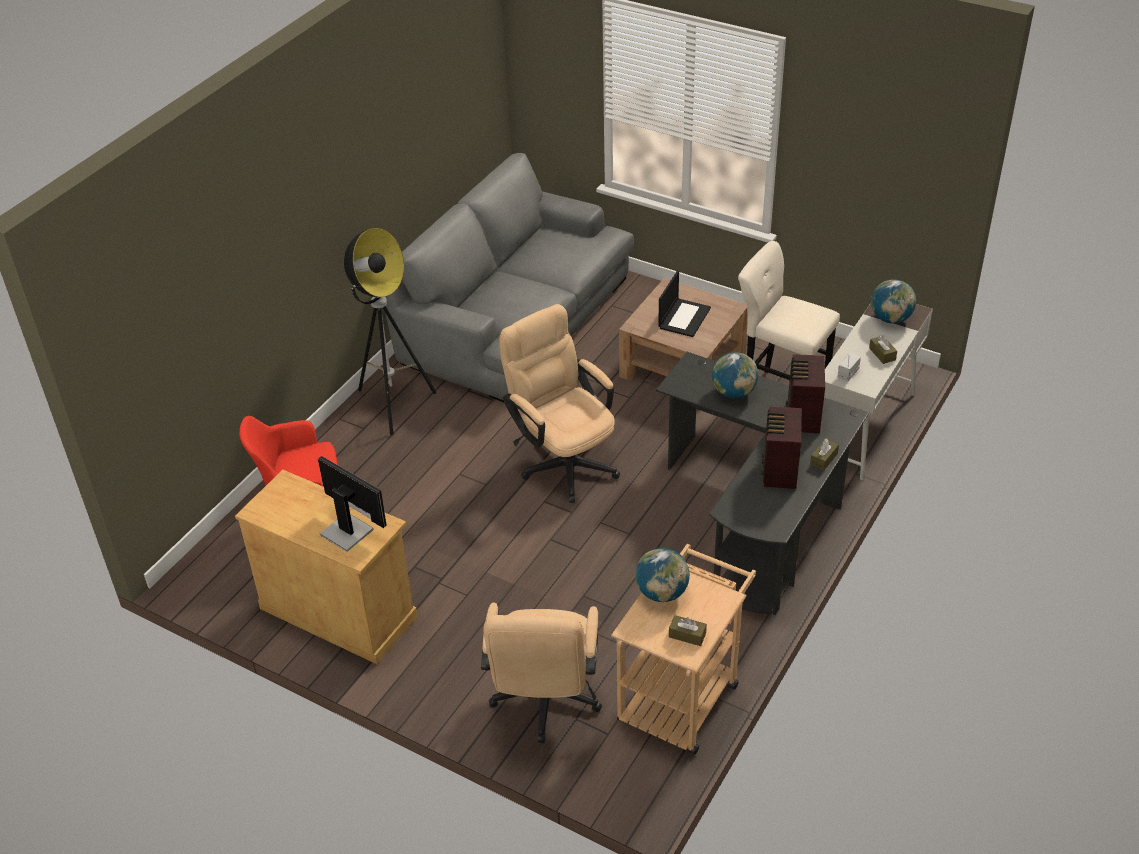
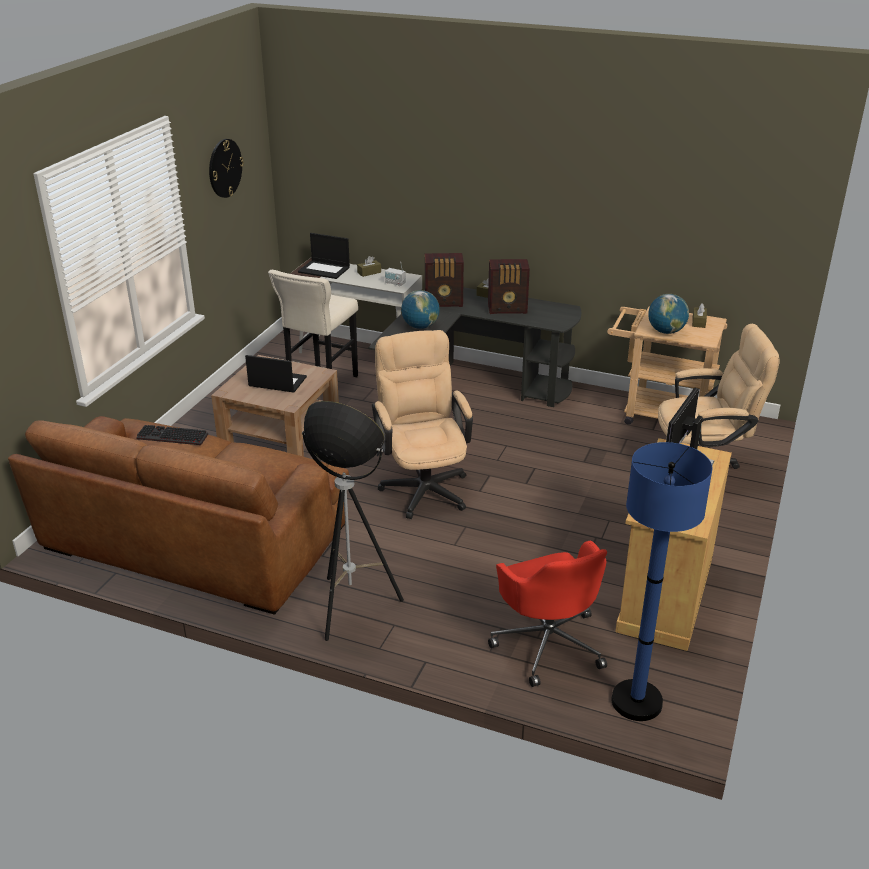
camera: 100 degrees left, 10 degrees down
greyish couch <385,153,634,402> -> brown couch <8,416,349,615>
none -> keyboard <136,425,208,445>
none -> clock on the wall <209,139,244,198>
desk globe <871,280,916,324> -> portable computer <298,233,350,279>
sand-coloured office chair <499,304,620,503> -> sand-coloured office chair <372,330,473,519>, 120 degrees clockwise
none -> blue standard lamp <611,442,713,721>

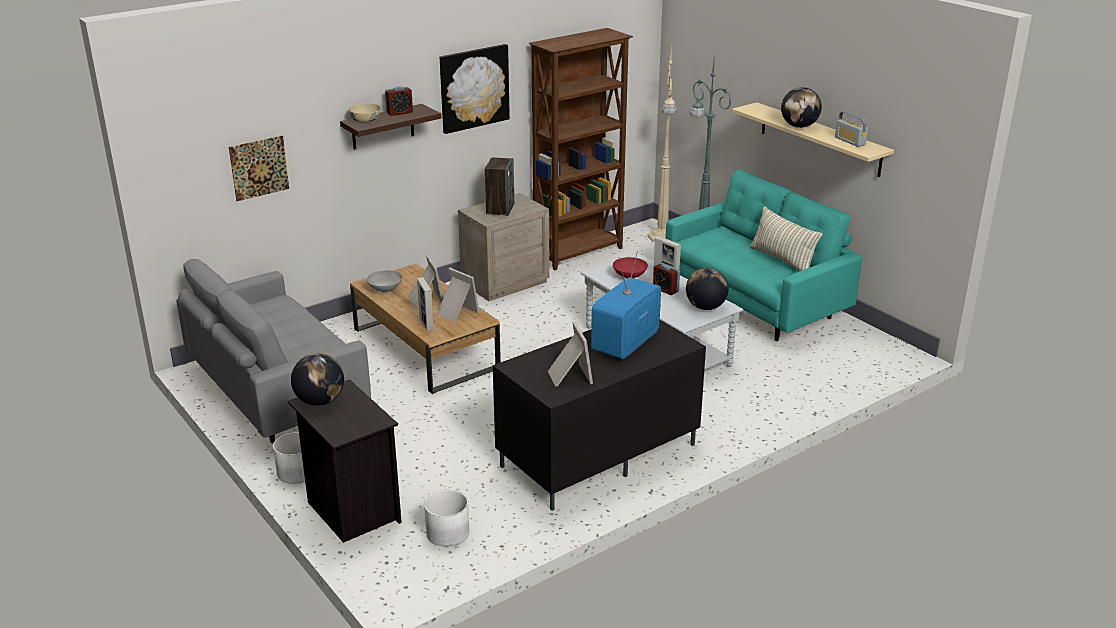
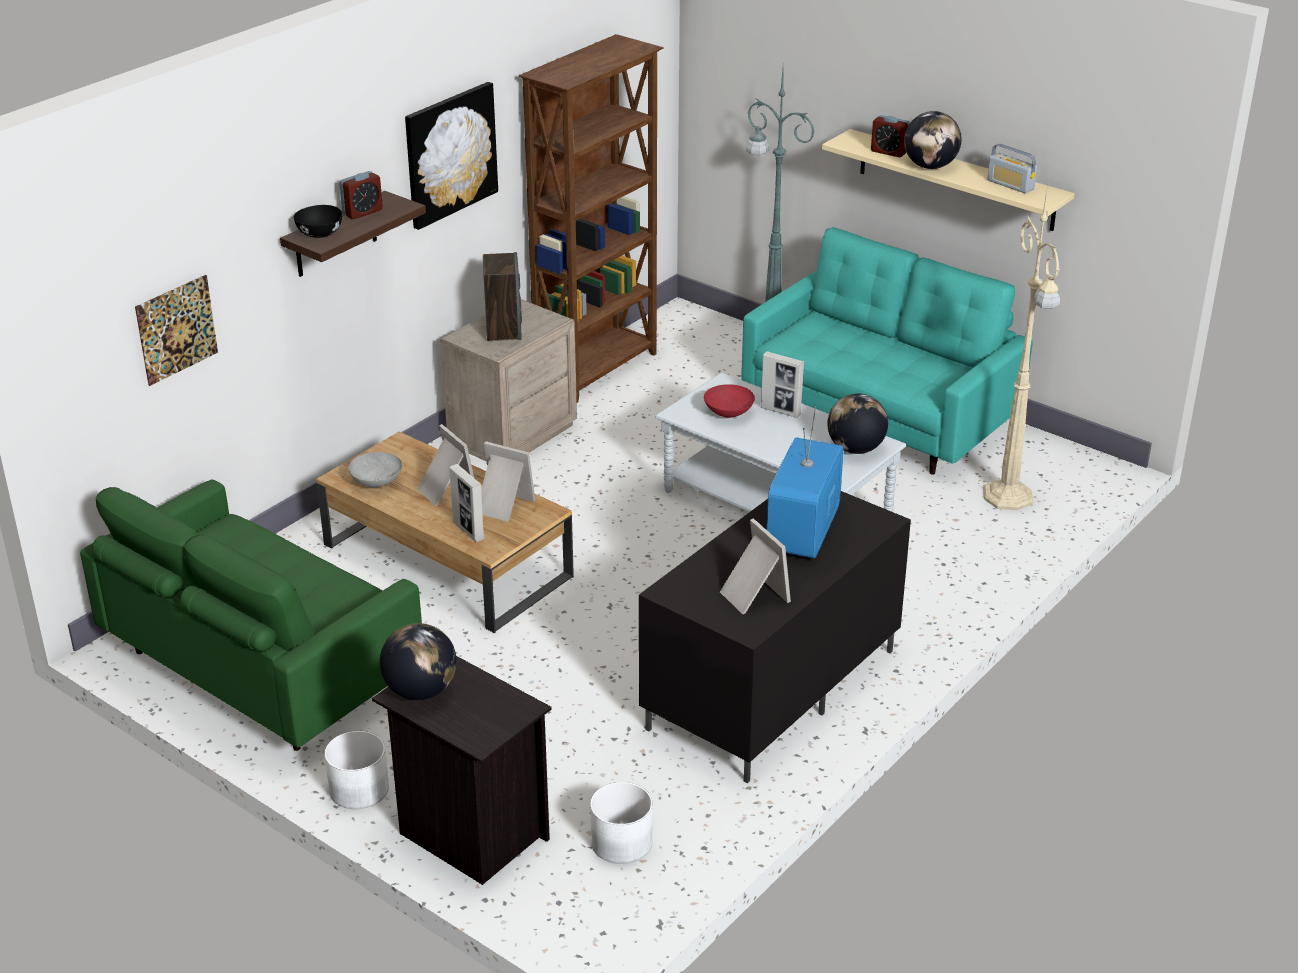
camera: 15 degrees left, 5 degrees up
greyish couch <176,259,371,443> -> greenish couch <80,480,422,751>
sand-coloured serving bowl <348,104,380,123> -> black-coloured serving bowl <294,205,342,238>
table clock <653,263,680,295> -> table clock <871,115,910,157>, relocated
sand-coloured standard lamp <648,41,677,241> -> sand-coloured standard lamp <983,186,1060,510>, relocated
throw pillow <750,207,823,271> -> none

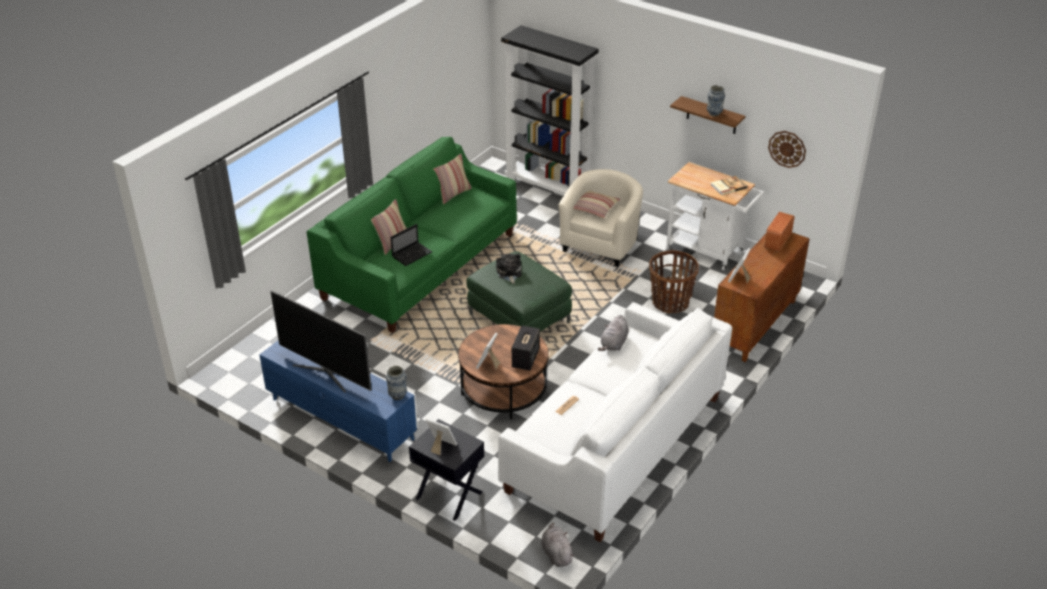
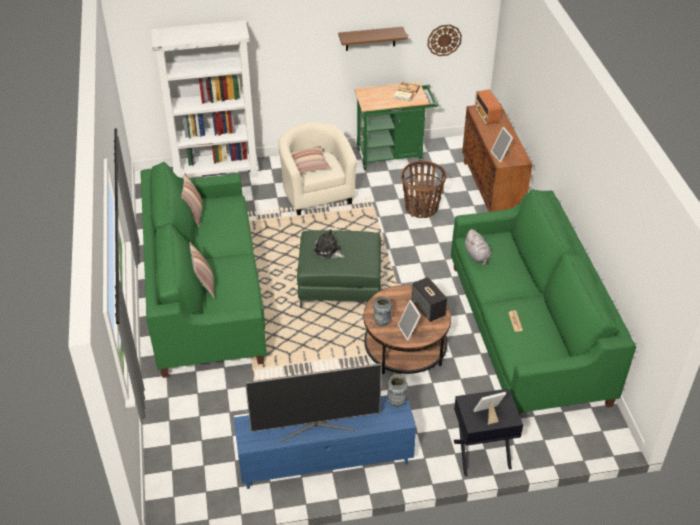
camera: 45 degrees left, 5 degrees up
black-coloured shelving unit <501,25,599,196> -> whitish shelving unit <151,20,259,178>
whitish wheeled cart <666,162,765,270> -> greenish wheeled cart <354,82,438,170>
decorative vase <707,85,725,117> -> decorative vase <373,296,392,327>, relocated
whitish couch <498,302,732,542> -> greenish couch <451,189,636,415>
portable computer <391,224,432,266> -> none
greyish soft toy <542,522,574,567> -> none

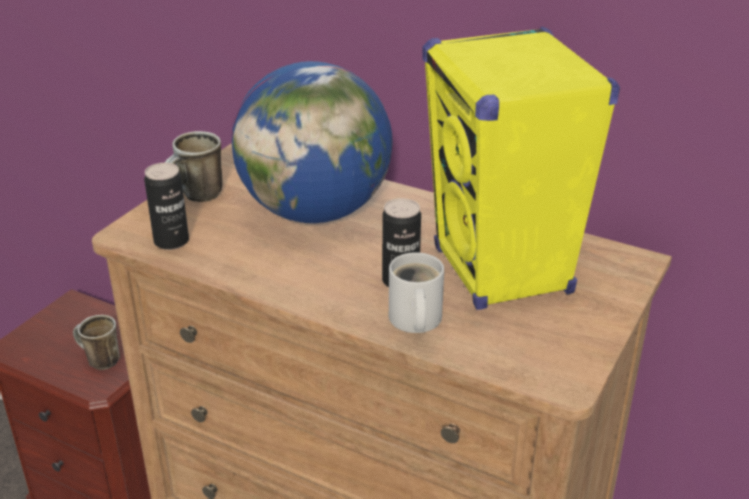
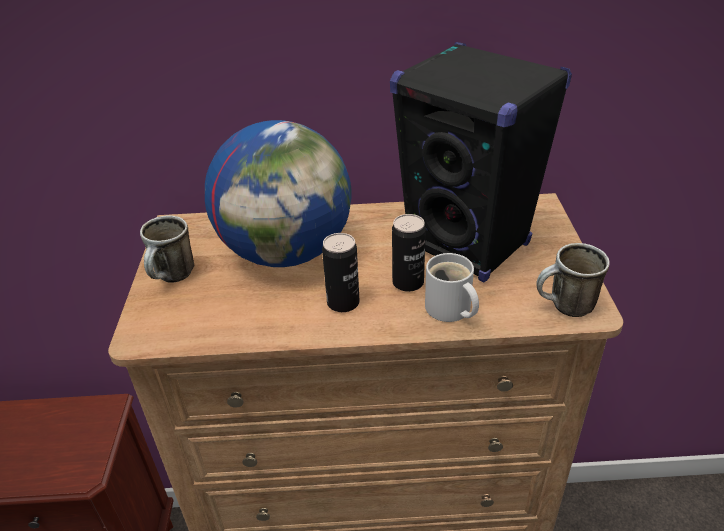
camera: 30 degrees left, 5 degrees up
sealed can <144,163,189,250> -> sealed can <322,233,360,312>, relocated
yellow audio speaker <423,26,620,310> -> black-coloured audio speaker <390,42,572,282>
mug <73,315,120,370> -> mug <536,243,610,317>, relocated

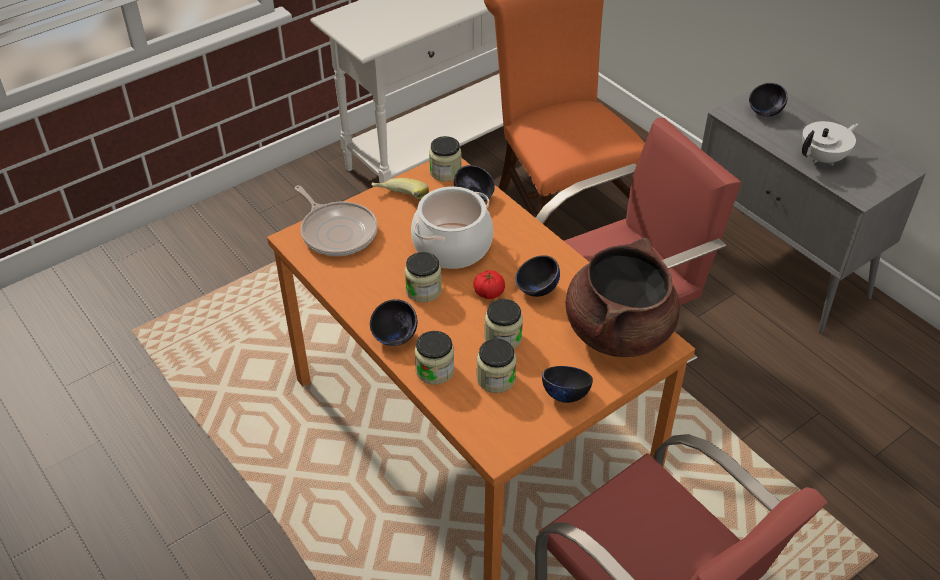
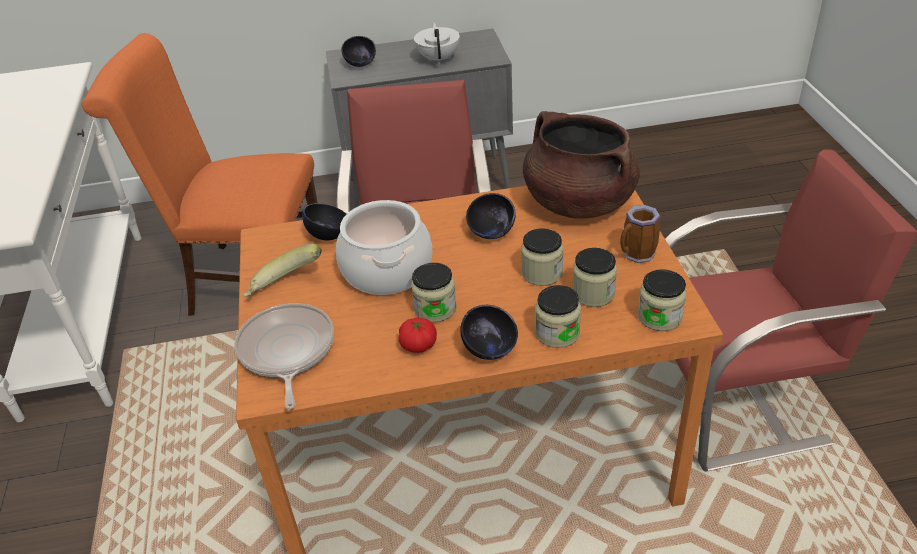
camera: 60 degrees left, 5 degrees down
frying pan <295,185,378,256> -> frying pan <234,303,334,409>, 90 degrees counterclockwise
fresh tomato <474,270,505,299> -> fresh tomato <398,318,437,353>, relocated
black-coloured serving bowl <542,366,593,403> -> mug <620,205,660,263>
jar <429,136,462,181> -> jar <638,270,687,331>, relocated

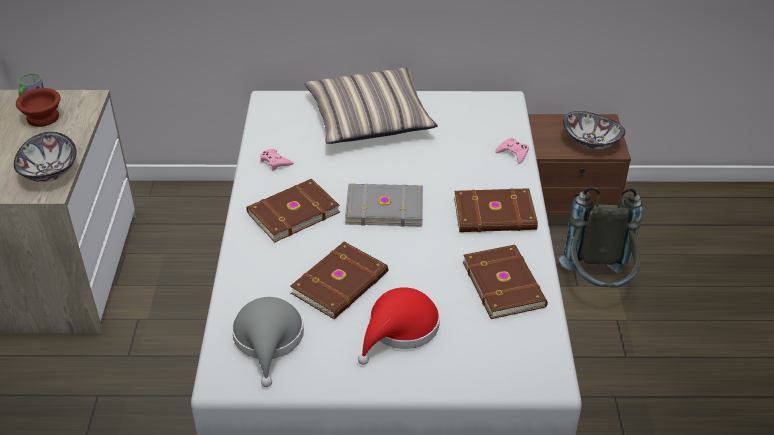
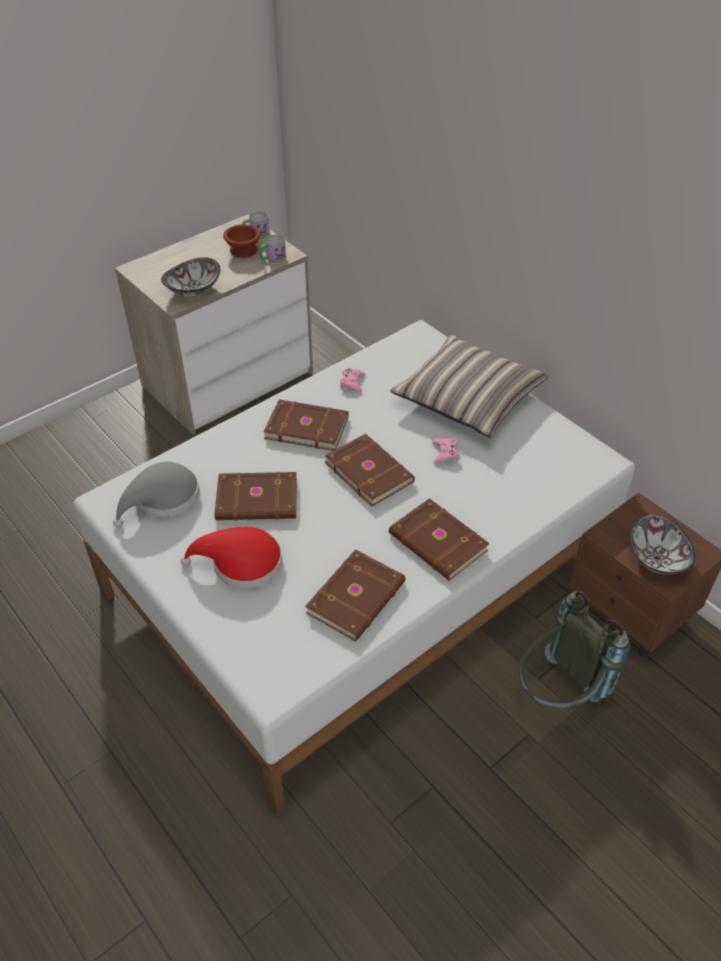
camera: 50 degrees right, 5 degrees up
none -> mug <259,235,286,263>
greyish volume <345,184,423,227> -> brown volume <324,434,415,507>
pink-coloured joypad <495,138,529,164> -> pink-coloured joypad <432,437,459,464>, relocated

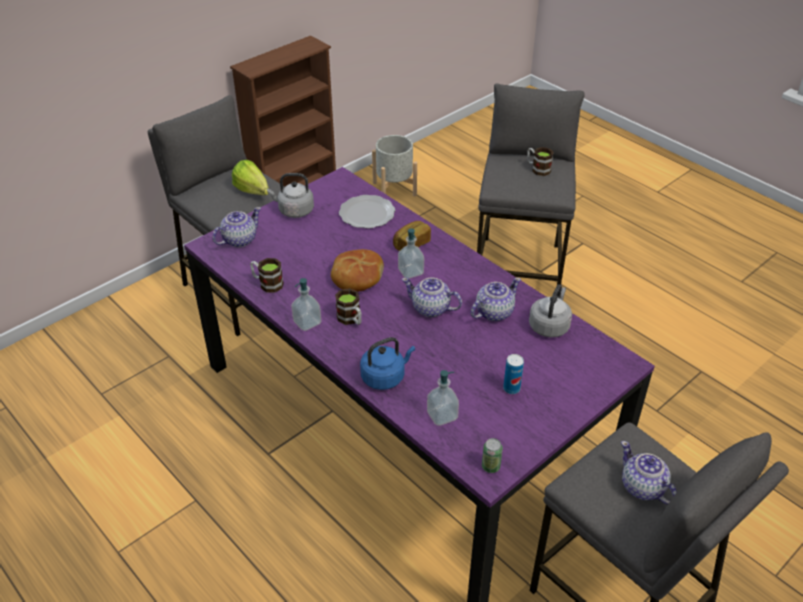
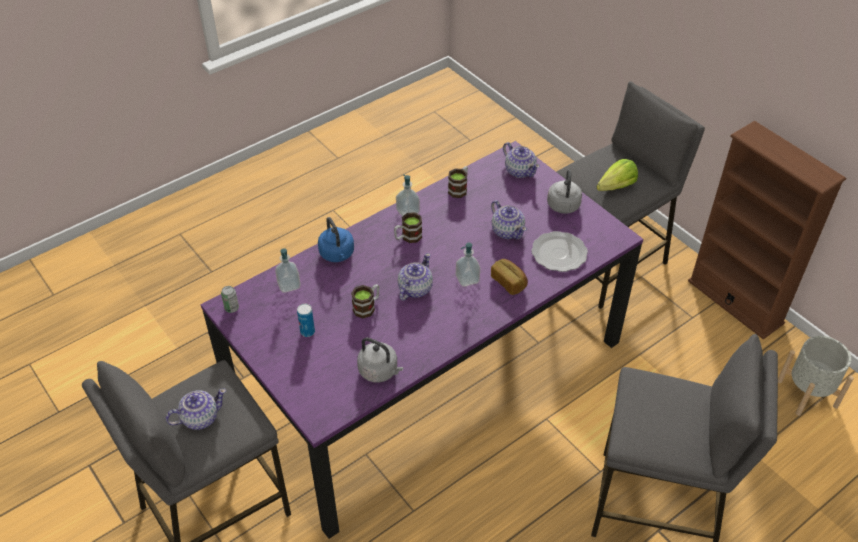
camera: 95 degrees right, 5 degrees up
mug <527,147,554,176> -> mug <351,284,379,318>, relocated
pot for tea <471,278,521,321> -> pot for tea <491,200,527,239>, relocated
bakery bread <331,249,384,292> -> none

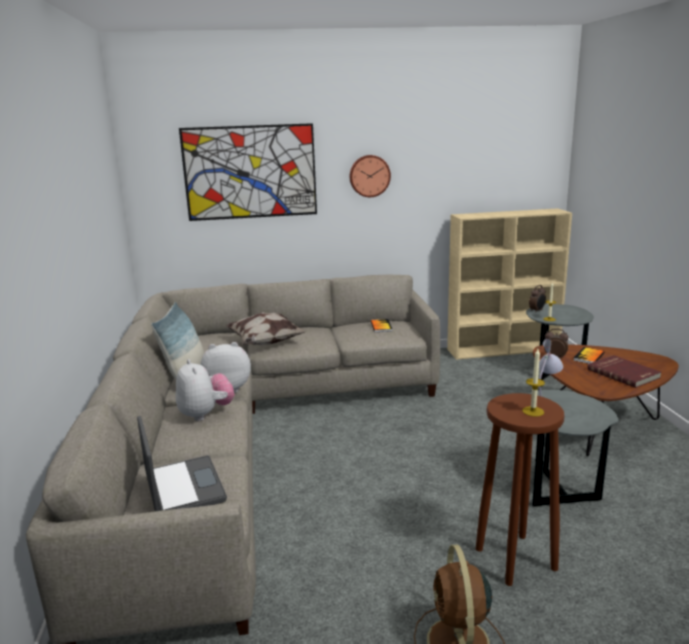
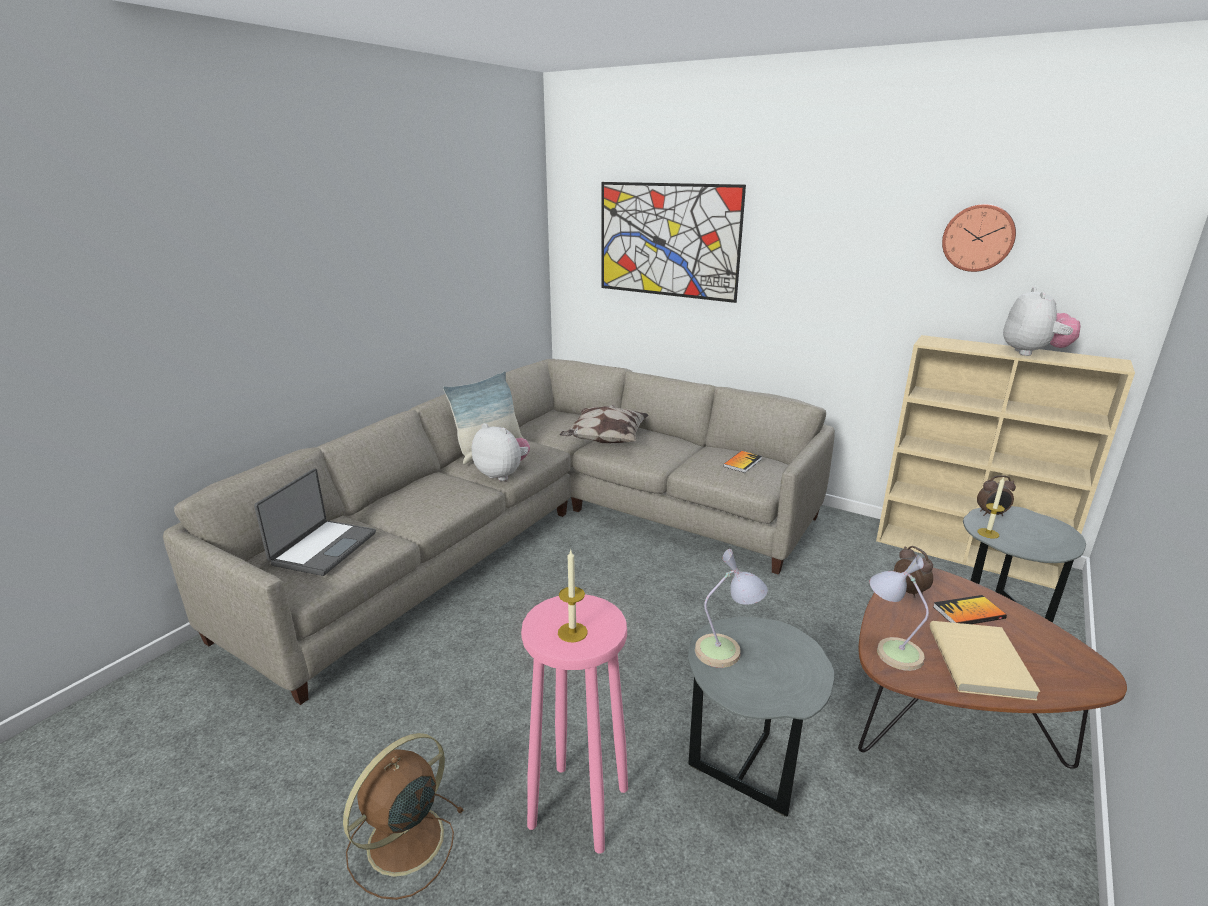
camera: 40 degrees right, 5 degrees up
brown stool seat <476,393,564,586> -> pink-coloured stool seat <521,595,628,854>
none -> tabletop lamp <870,555,929,671>
red volume <587,355,662,388> -> sand-coloured volume <930,621,1040,700>
clock on the wall <349,155,391,197> -> clock on the wall <942,204,1016,272>, relocated
soft toy <176,359,235,421> -> soft toy <1003,287,1080,356>, relocated

